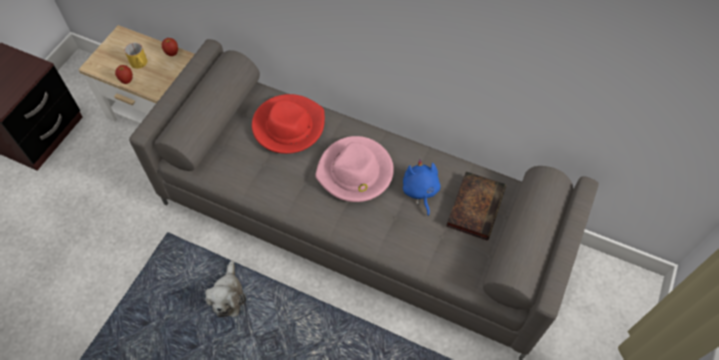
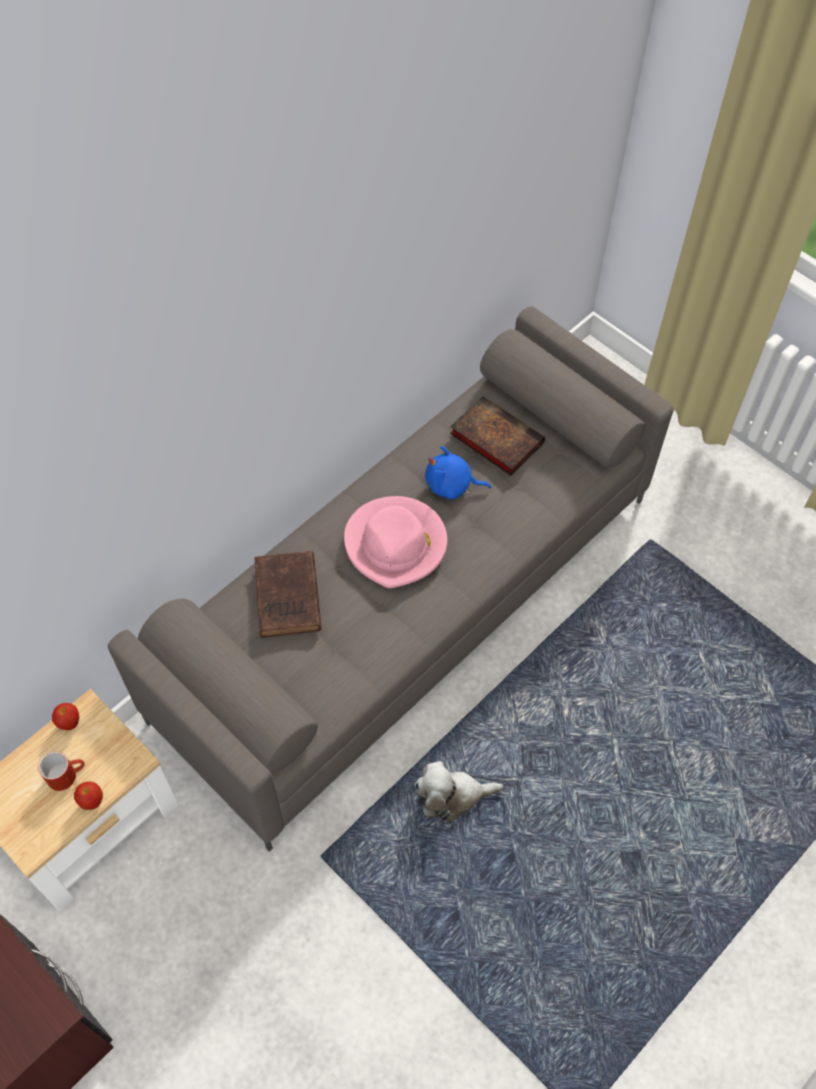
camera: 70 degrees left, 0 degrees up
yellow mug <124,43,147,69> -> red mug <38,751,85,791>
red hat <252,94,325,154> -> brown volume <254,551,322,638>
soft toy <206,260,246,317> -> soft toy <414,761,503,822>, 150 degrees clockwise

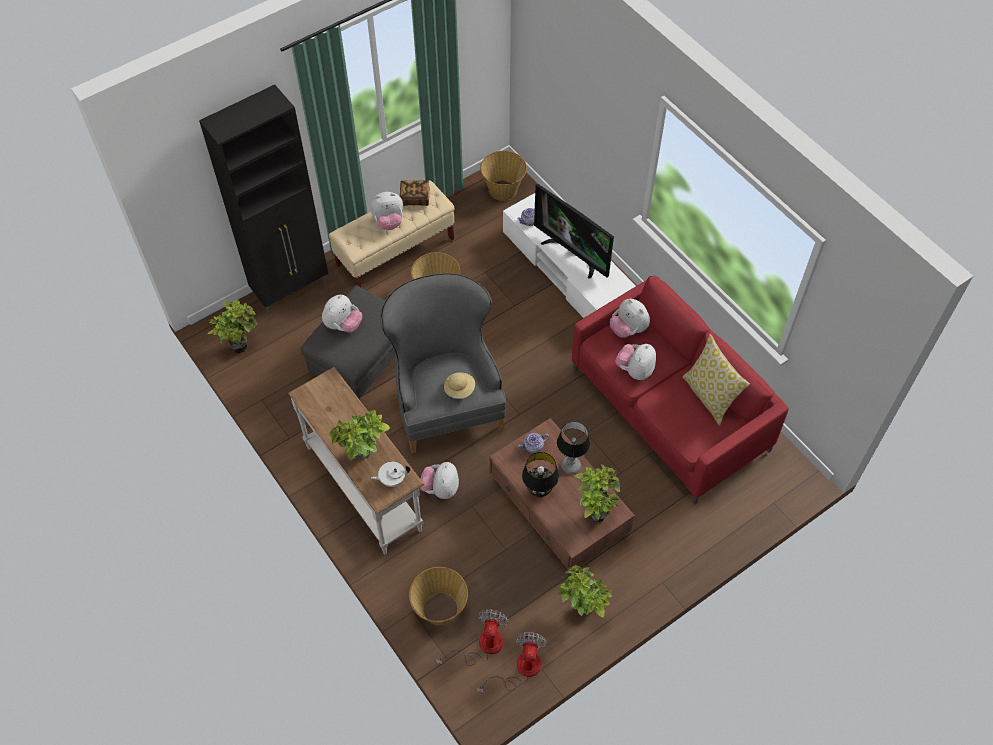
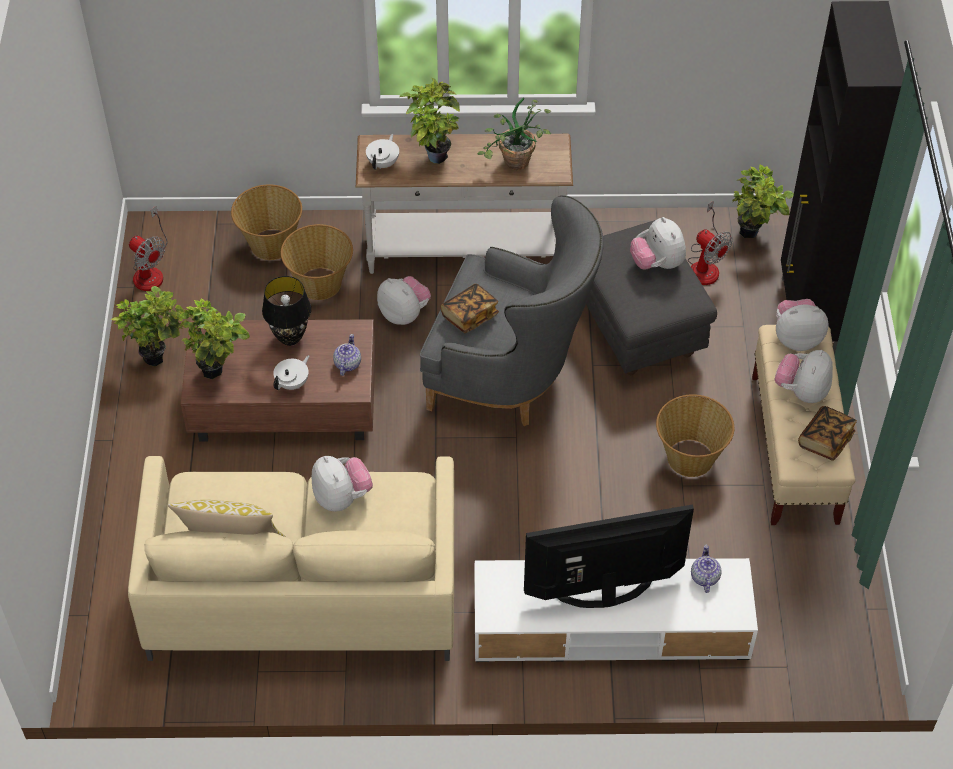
camera: 125 degrees right, 5 degrees down
red couch <572,276,789,504> -> sand-coloured couch <128,456,454,661>
tabletop lamp <557,421,590,474> -> whitish pot for tea <273,355,309,390>
basket <480,151,527,201> -> basket <281,224,353,300>, relocated
sand-coloured hat <444,372,475,399> -> volume <441,284,499,333>
none -> potted plant <478,98,551,170>
fan <435,609,509,666> -> fan <688,201,733,285>, relocated
soft toy <610,299,650,338> -> soft toy <776,299,829,351>, relocated

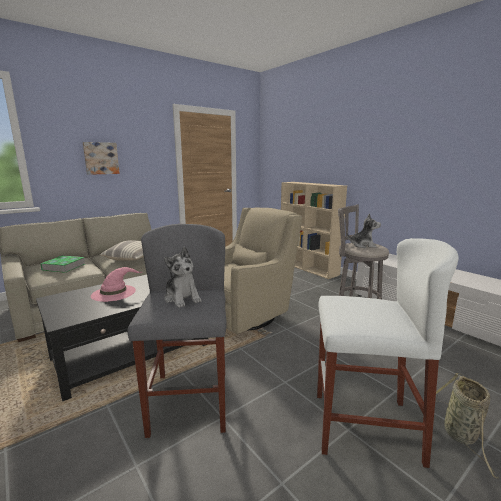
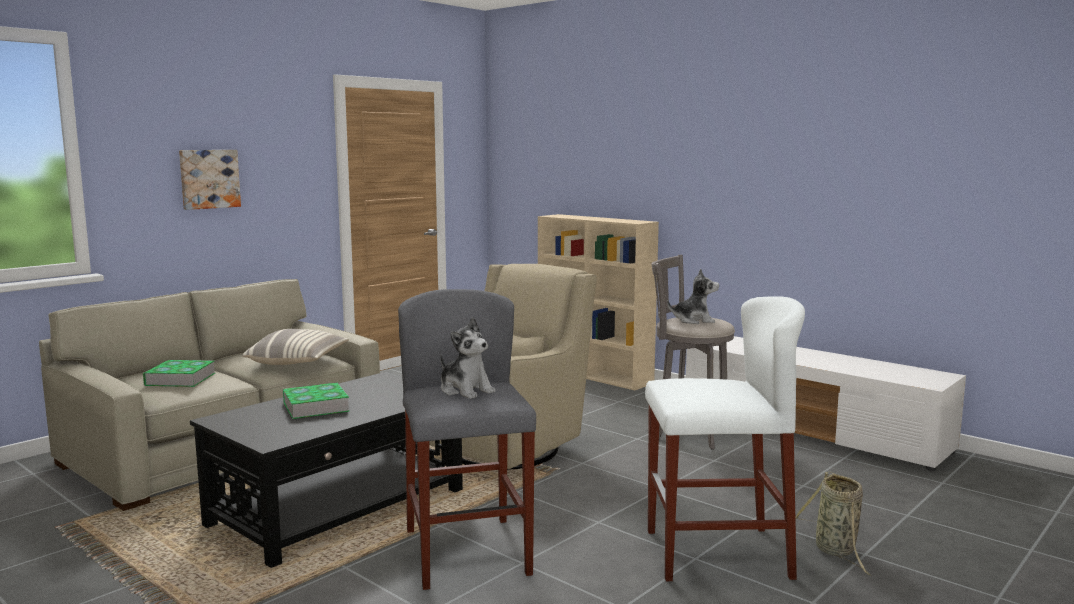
camera: 10 degrees left, 5 degrees down
pink-coloured hat <91,267,142,302> -> volume <283,383,350,419>

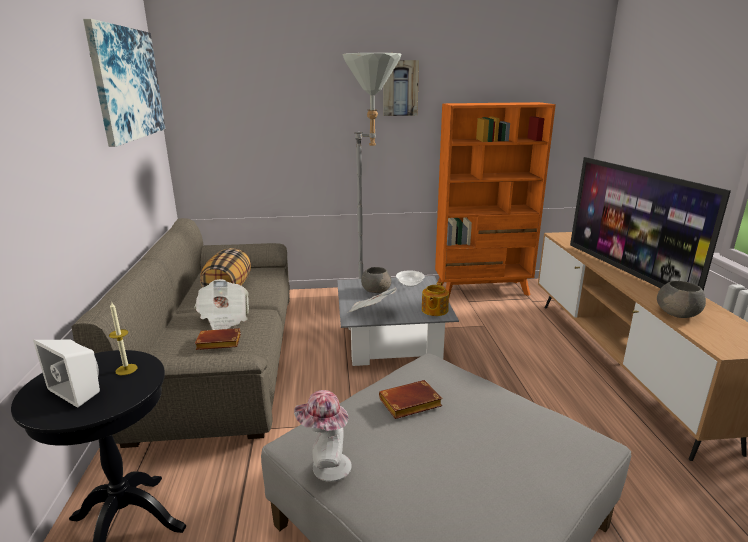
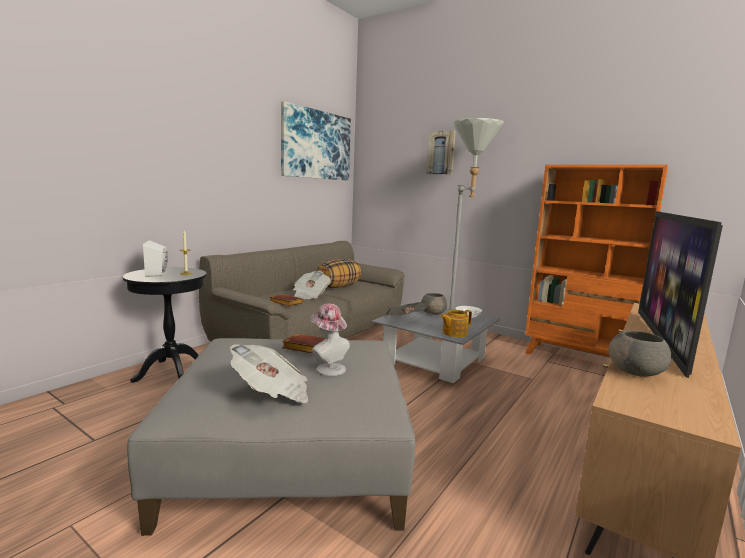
camera: 40 degrees right, 10 degrees down
none -> daily paper <230,344,308,403>
hat <294,390,352,482> -> hat <311,303,350,376>, relocated
wall art <383,60,419,116> -> wall art <426,130,456,174>, relocated

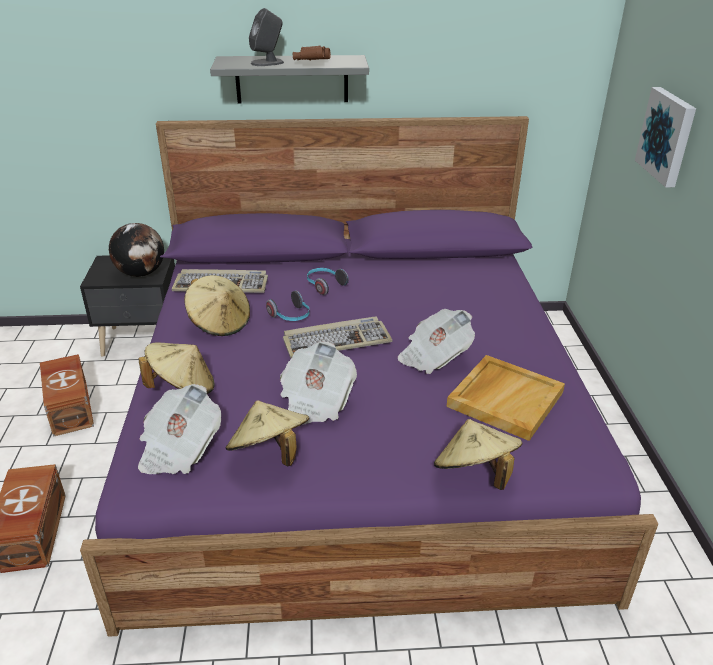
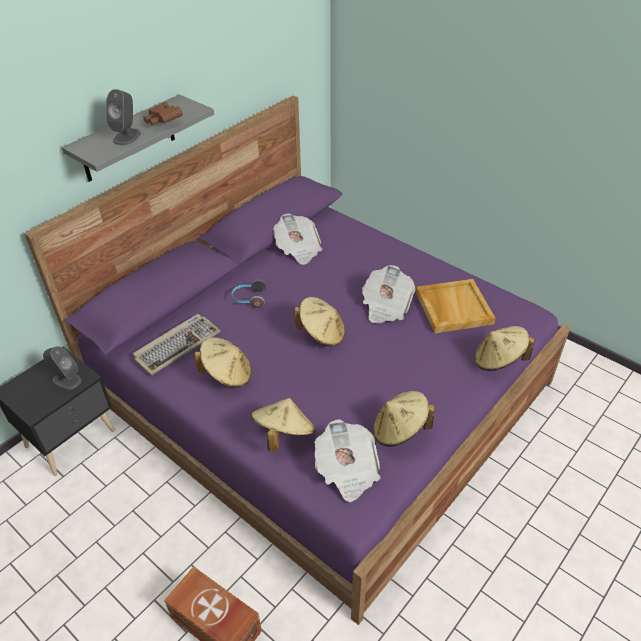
camera: 45 degrees left, 10 degrees up
desk globe <109,223,164,277> -> greyish audio speaker <43,346,82,390>
daily paper <279,341,357,425> -> daily paper <273,213,323,265>, relocated
keyboard <283,316,393,358> -> sand-coloured hat <295,297,345,346>
brown storage box <40,354,94,437> -> none
headphones <266,290,309,321> -> none
wall art <635,87,696,187> -> none

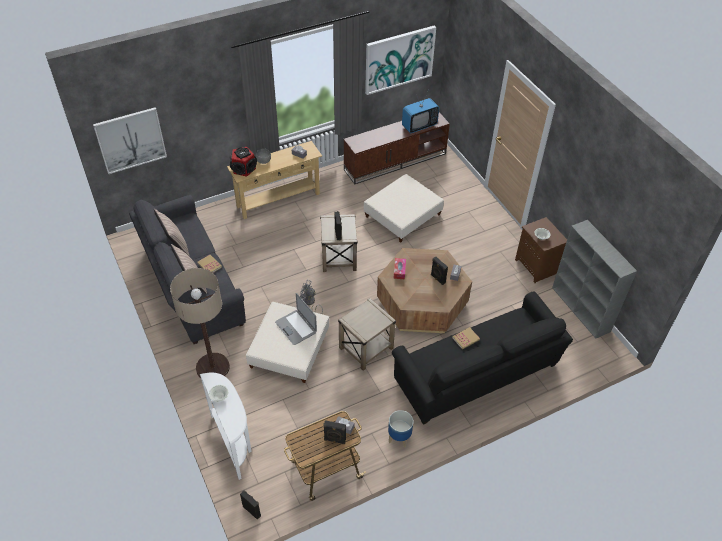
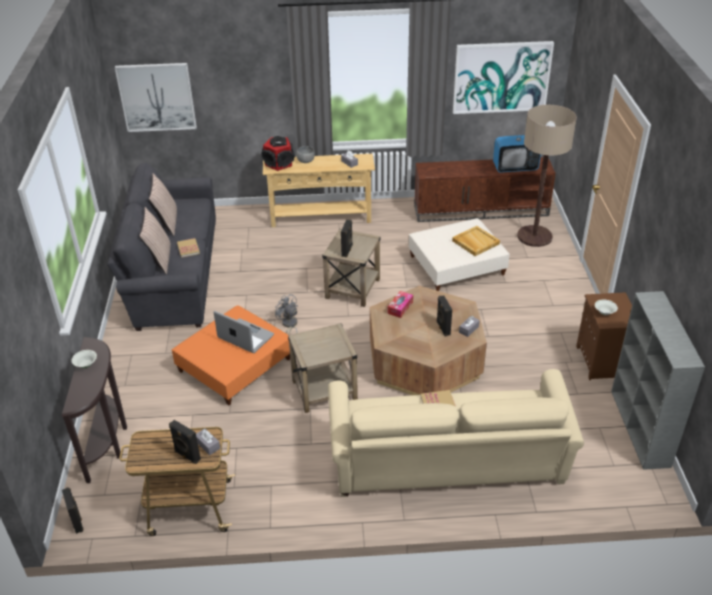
camera: 25 degrees right, 10 degrees down
whitish hall table <200,373,252,480> -> brown hall table <62,337,127,483>
sand-coloured pouffe <246,302,329,383> -> orange-coloured pouffe <172,306,290,405>
portable computer <275,293,317,345> -> portable computer <214,311,274,353>, 135 degrees clockwise
black-coloured couch <392,291,573,425> -> sand-coloured couch <328,369,584,497>
none -> sand-coloured serving tray <452,226,500,256>
standard lamp <170,268,230,378> -> standard lamp <517,105,577,247>, relocated
flower pot <388,410,413,448> -> none

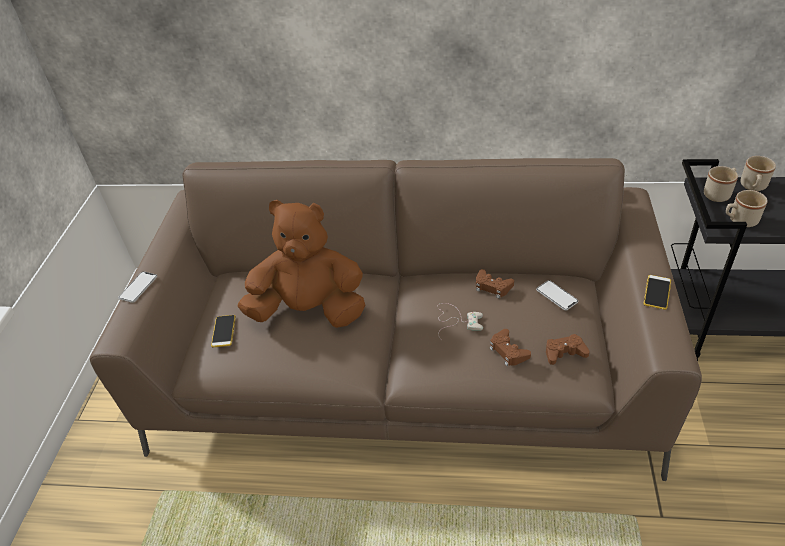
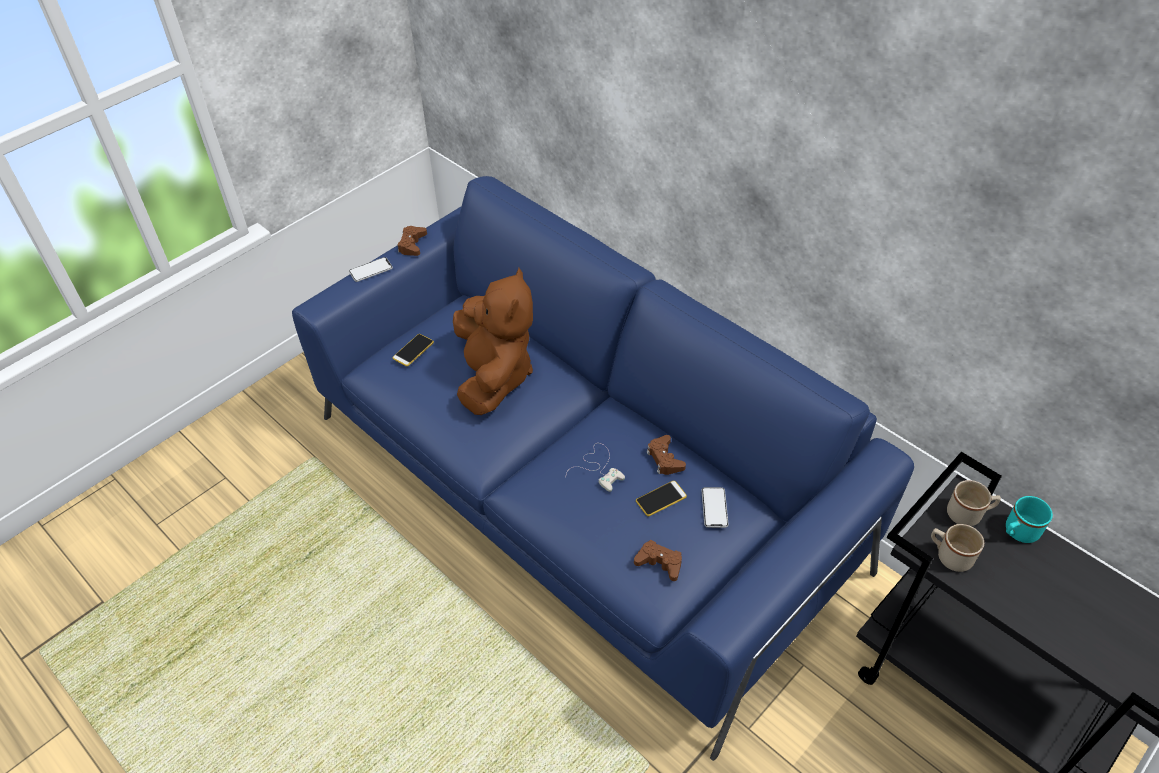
camera: 35 degrees right, 5 degrees up
brown couch <90,158,702,481> -> blue couch <292,176,914,761>
brown joypad <490,329,531,366> -> brown joypad <397,226,427,256>, relocated
brown soft toy <237,200,366,328> -> brown soft toy <453,268,533,415>, 45 degrees clockwise
telephone <643,275,671,310> -> telephone <636,481,687,516>, relocated
sand-coloured mug <740,156,776,191> -> blue-green mug <1006,496,1053,543>

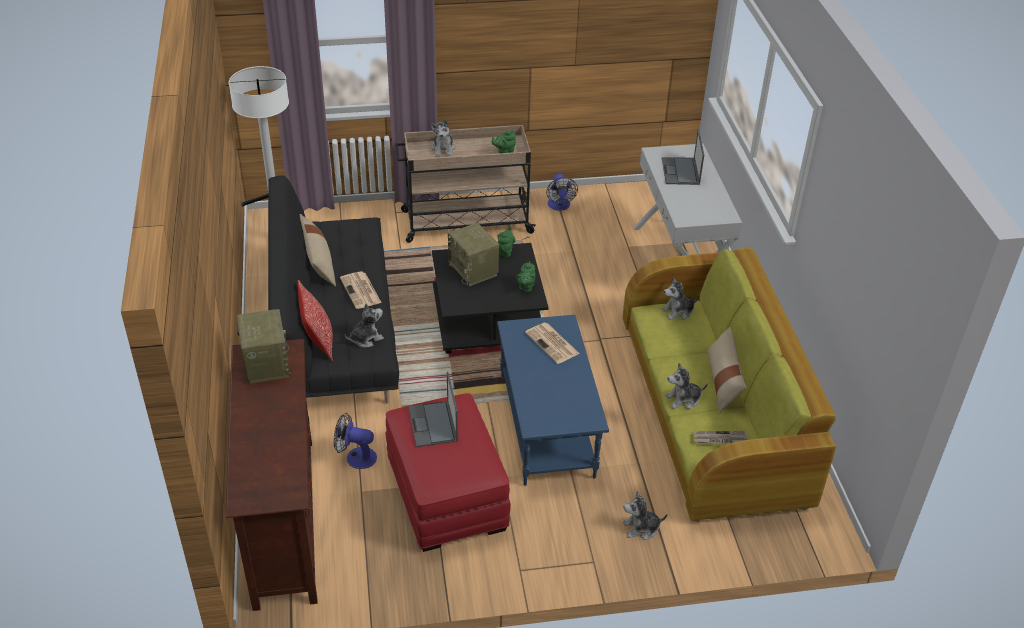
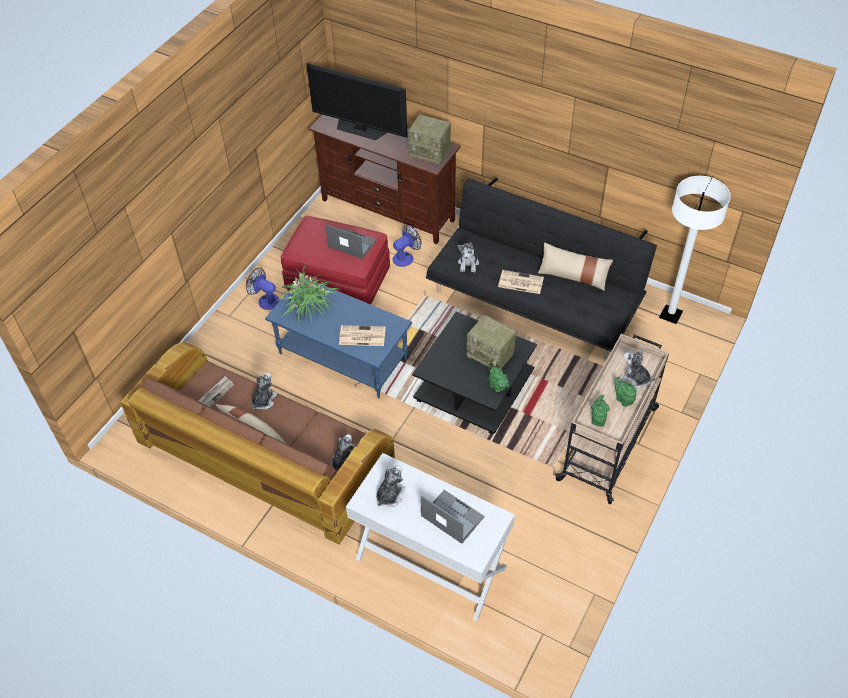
camera: 130 degrees right, 10 degrees up
greenish couch <623,248,836,522> -> brown couch <121,342,395,544>
fan <546,174,578,211> -> fan <246,268,280,310>, relocated
none -> potted plant <274,265,338,322>
none -> television <306,63,408,140>
soft toy <623,491,667,540> -> soft toy <376,465,406,507>, relocated
radio set <448,223,499,286> -> radio set <466,315,516,371>, 150 degrees counterclockwise
greenish pot for tea <516,261,536,292> -> greenish pot for tea <614,377,637,407>, relocated
throw pillow <298,280,333,361> -> none

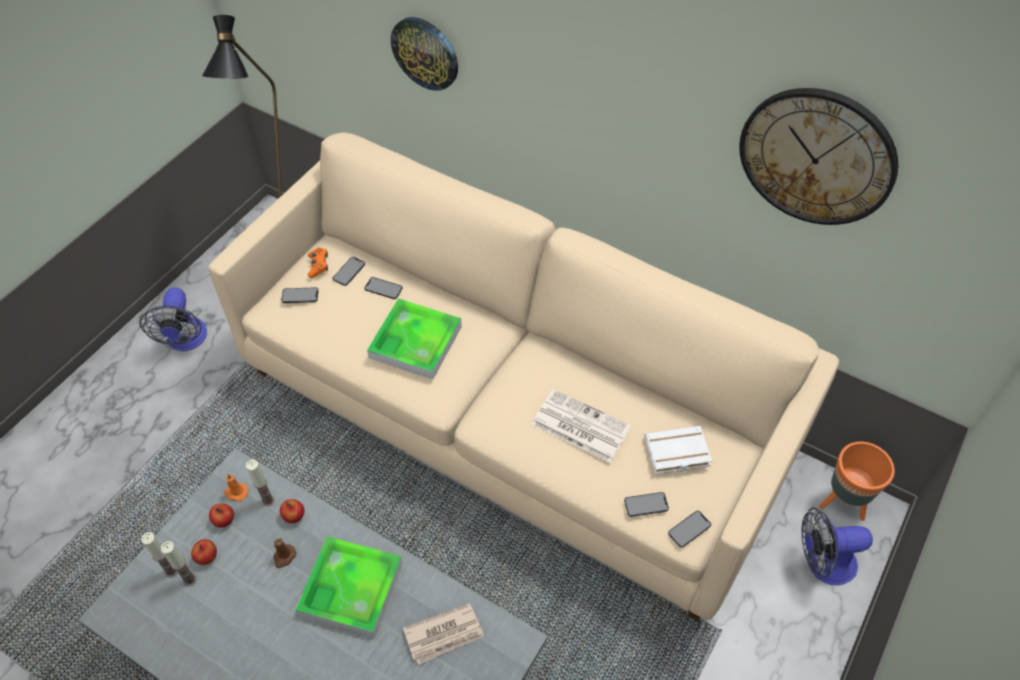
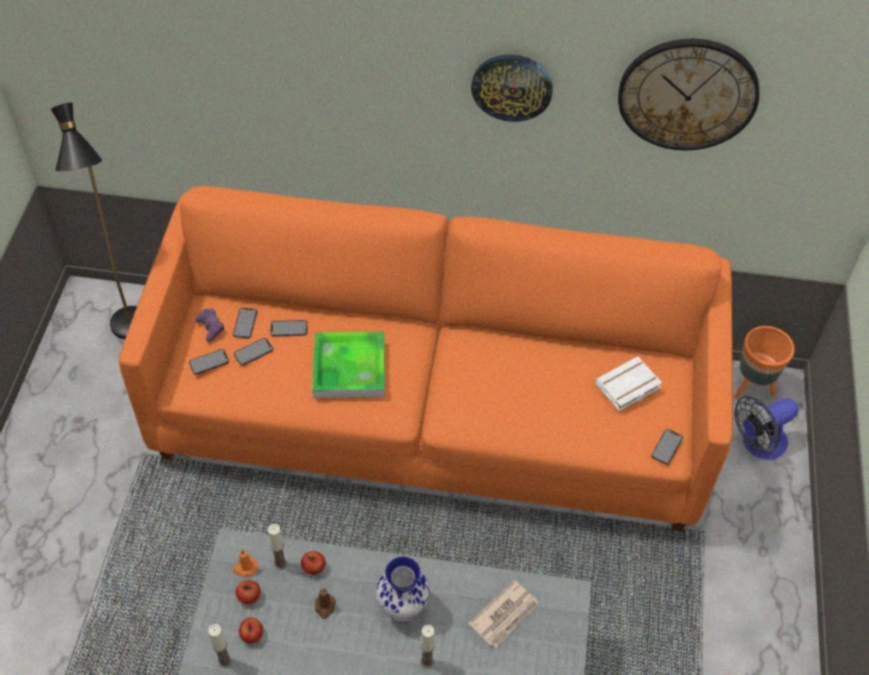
camera: 25 degrees left, 0 degrees up
sand-coloured couch <208,132,839,621> -> orange-coloured couch <119,186,733,531>
orange-coloured joypad <308,247,328,278> -> purple joypad <194,309,224,342>
telephone <624,492,669,517> -> telephone <234,338,273,365>, relocated
serving tray <296,536,403,638> -> decorative vase <376,556,430,623>
wax light <161,541,197,586> -> wax light <420,625,435,668>, relocated
clock on the wall <391,17,458,91> -> clock on the wall <471,54,553,122>, relocated
fan <140,287,207,351> -> none
daily paper <532,389,631,463> -> none

